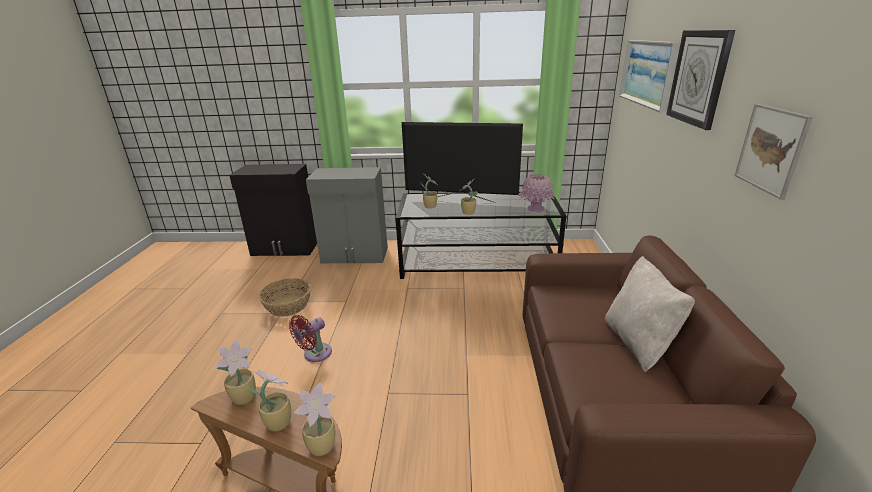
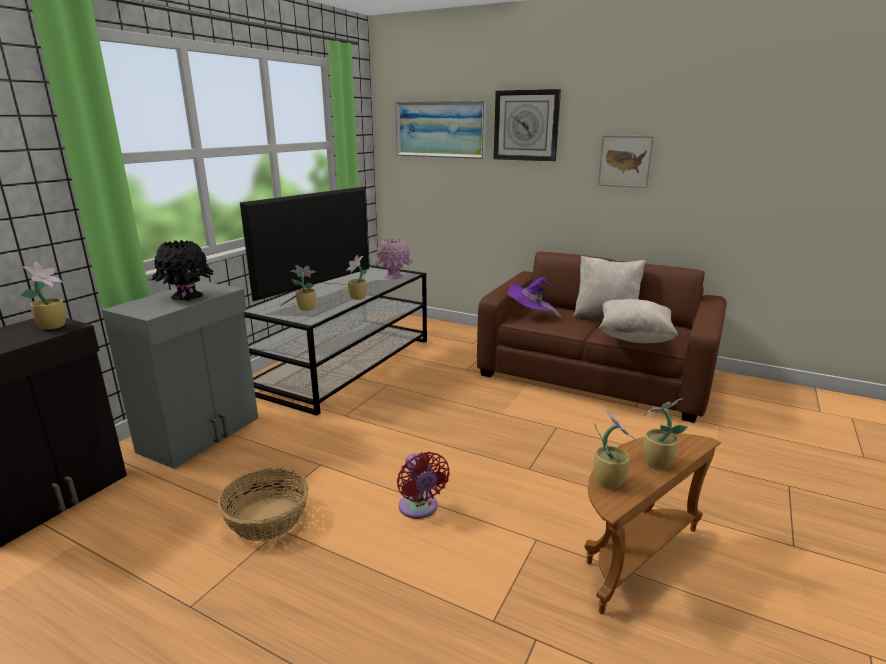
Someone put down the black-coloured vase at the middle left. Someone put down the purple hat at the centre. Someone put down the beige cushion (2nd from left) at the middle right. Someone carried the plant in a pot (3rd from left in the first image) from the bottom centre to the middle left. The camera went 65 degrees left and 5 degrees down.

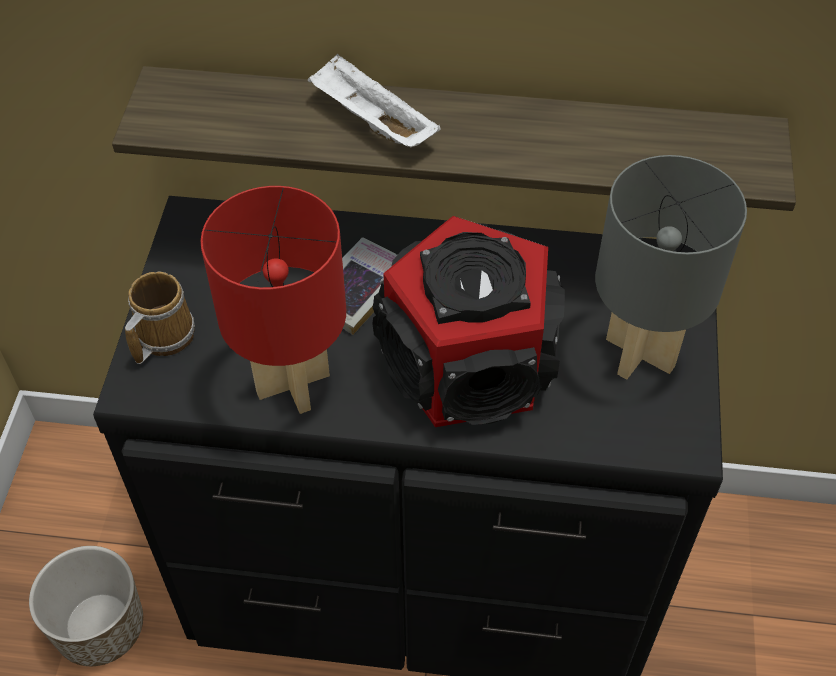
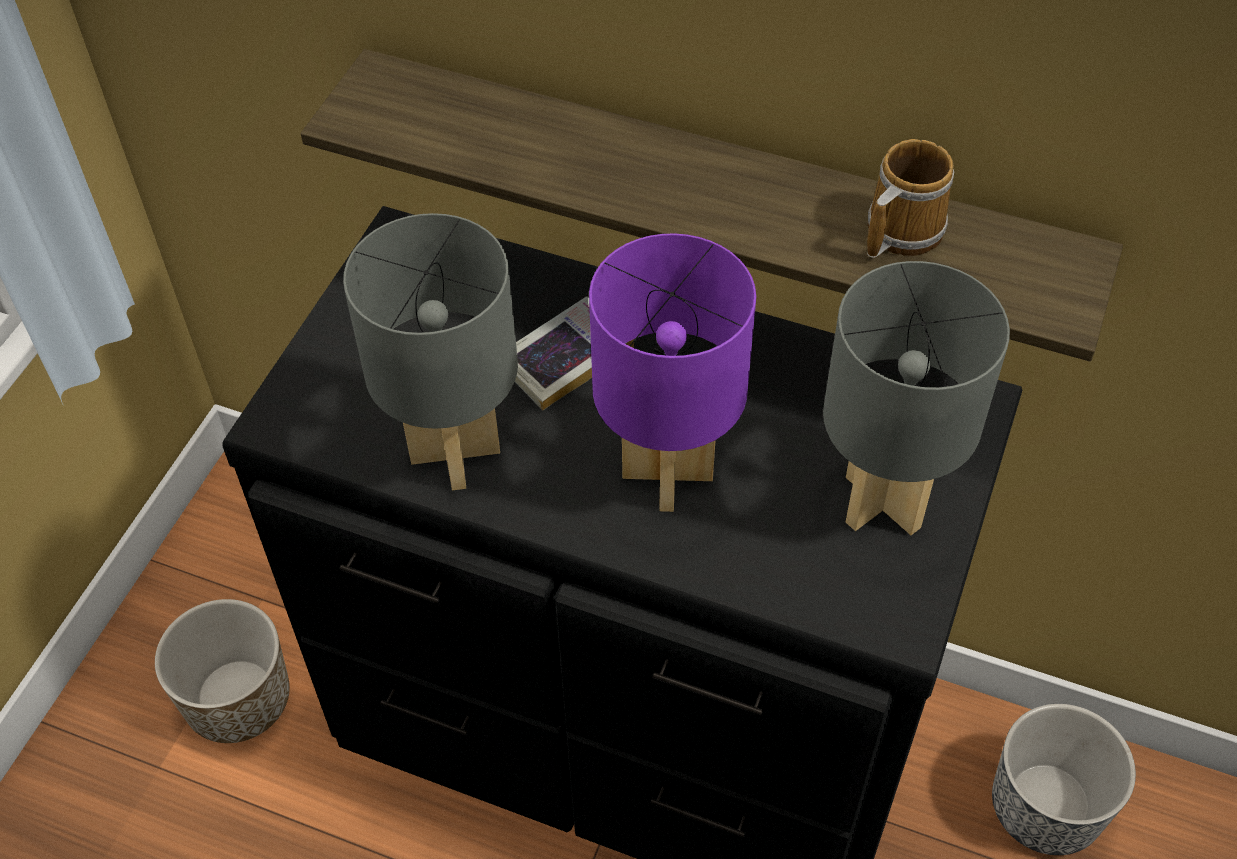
Someone took away the white-coloured tray at the top centre. Someone put down the flower pot (2nd from left) at the bottom right. Someone carried the coffee mug from the middle left to the top right. Someone swapped the speaker at the centre for the purple lamp for a table at the centre. Someone repainted the red-coloured lamp for a table at the middle left, which became the grey lamp for a table (1st from left) at the centre. The camera went 15 degrees right and 0 degrees up.

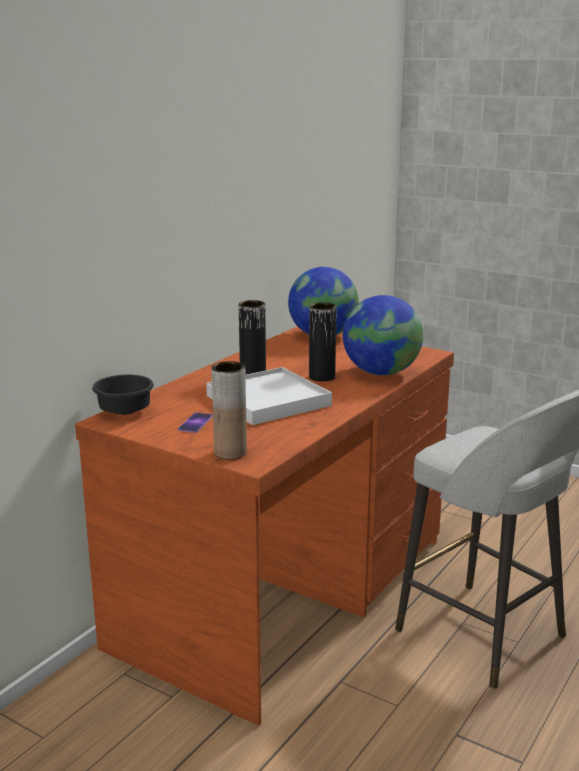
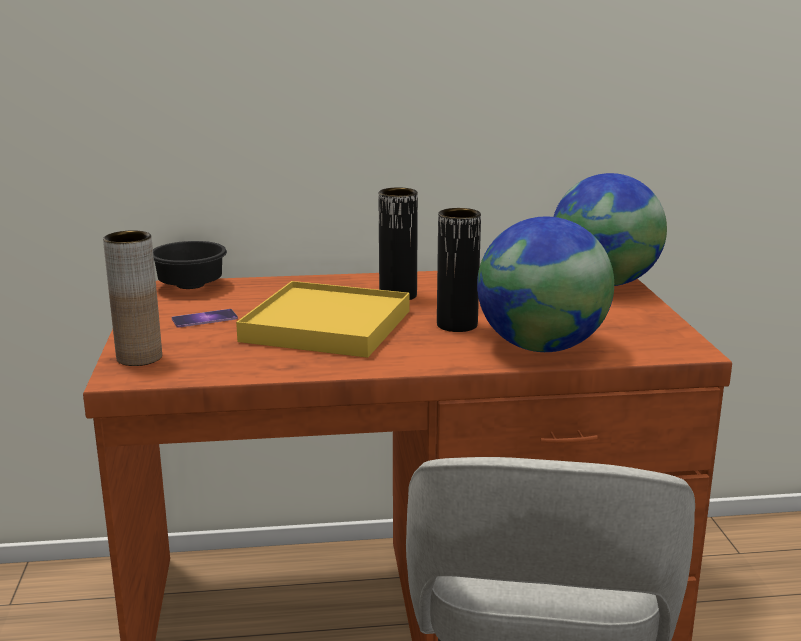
Someone repainted the white-coloured tray at the centre, which became the yellow-coloured tray at the centre. The camera went 50 degrees right and 0 degrees up.

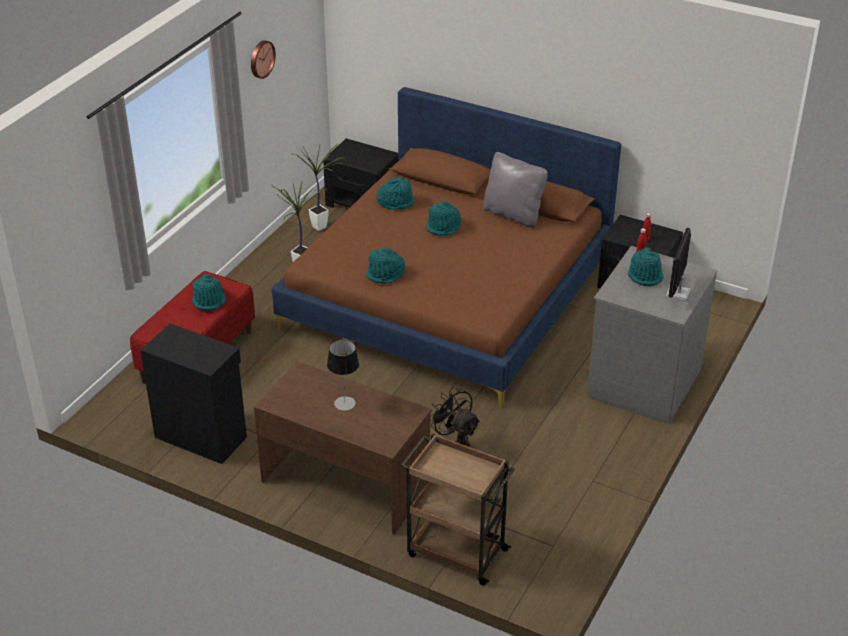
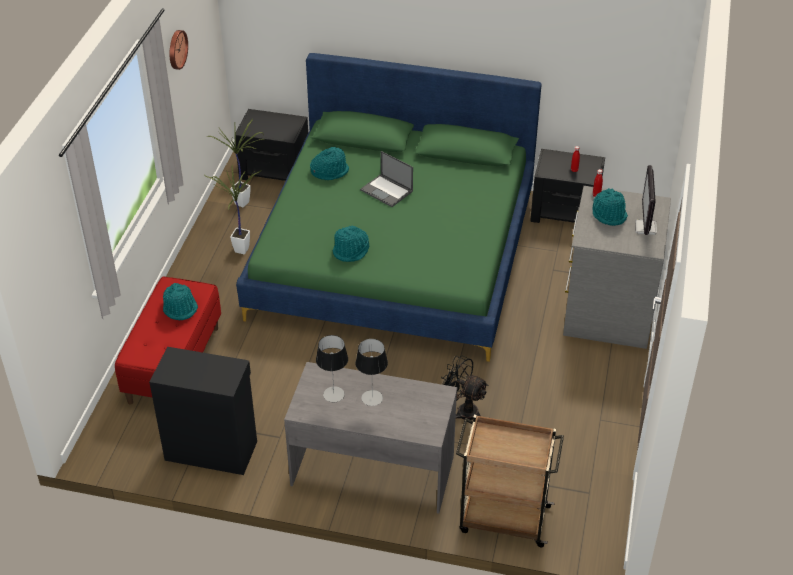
Someone took away the grey cushion at the top centre. Someone put down the lamp for a table (1st from left) at the centre. Someone swapped the blue-green hat (4th from left) at the centre for the portable computer at the top centre. Someone repainted the brown-coloured desk at the bottom centre, which became the grey desk at the bottom centre. Someone repainted the brown-coloured sleeping bed at the centre, which became the green-coloured sleeping bed at the centre. The camera went 15 degrees left and 5 degrees up.

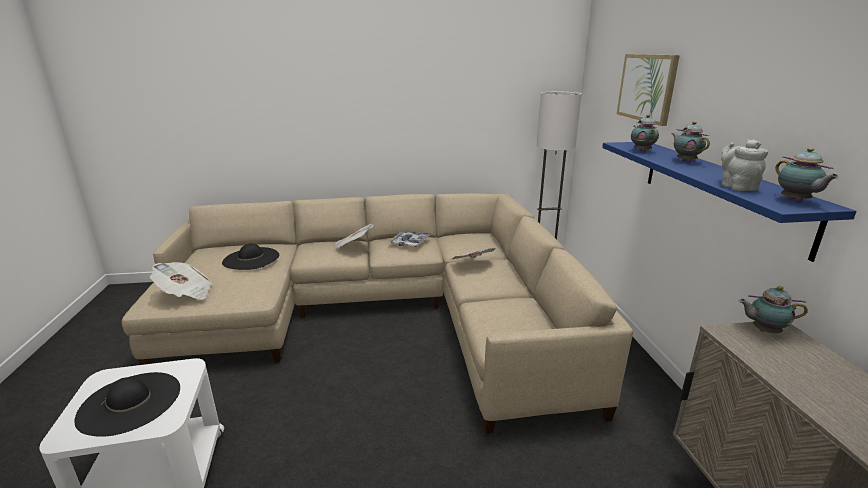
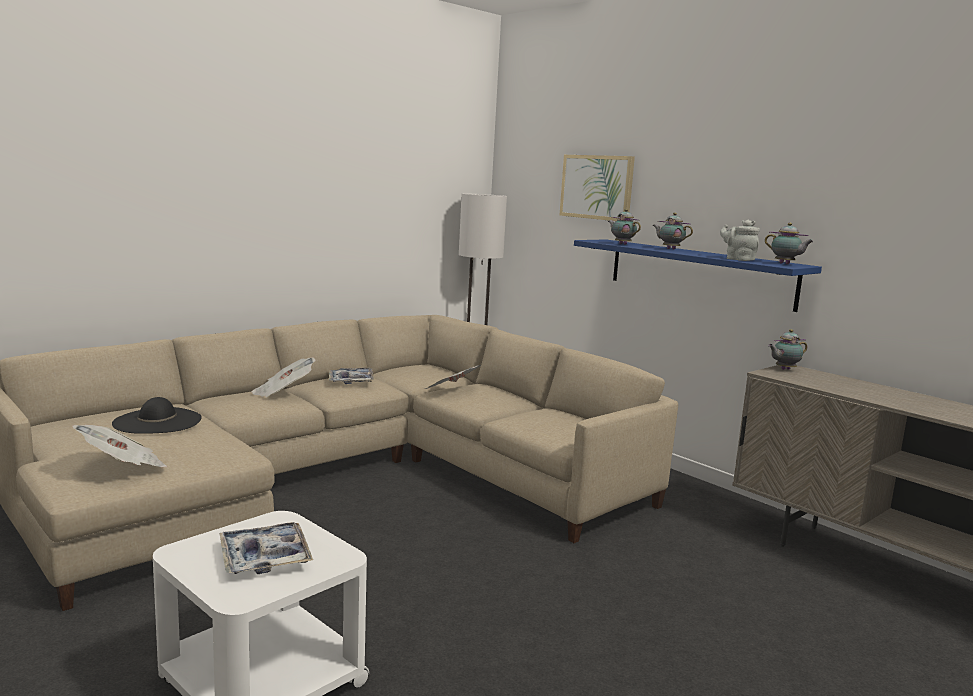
Someone swapped the black-coloured hat (1st from left) at the bottom left for the tray (1st from left) at the bottom left. The camera went 35 degrees left and 10 degrees down.

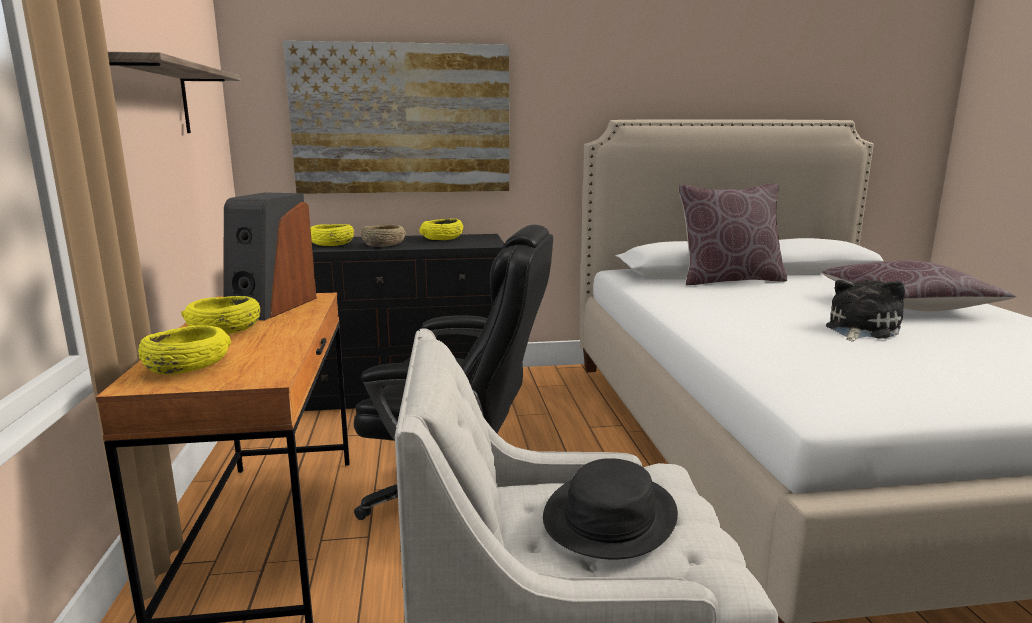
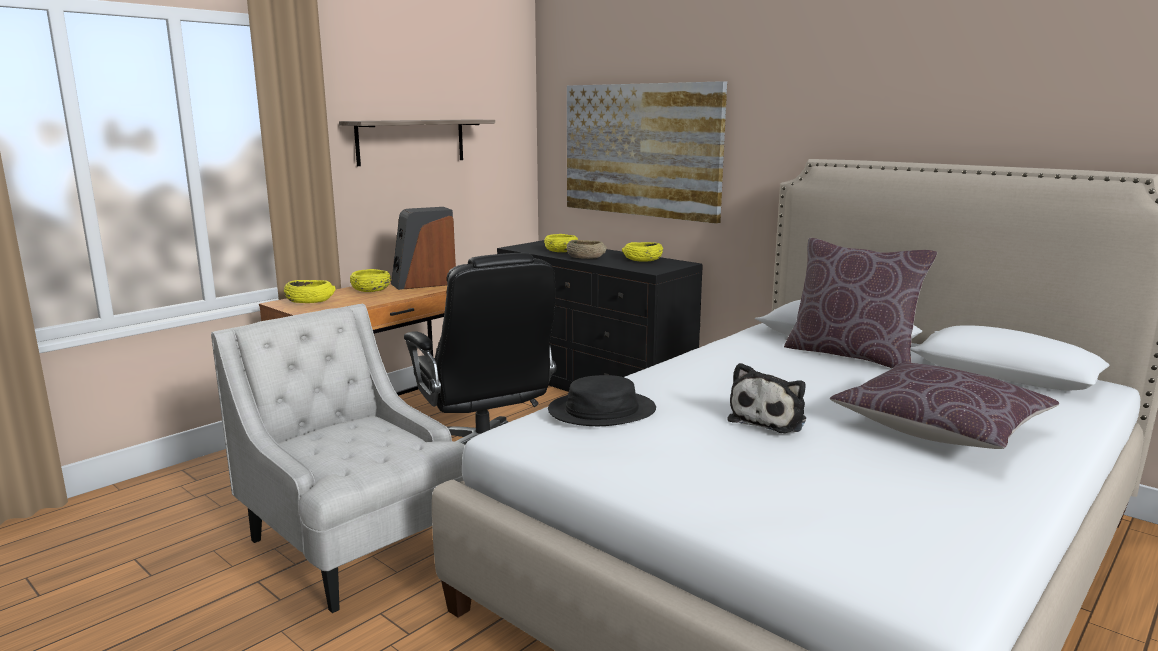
Someone carried the black-coloured hat from the bottom centre to the centre. Someone rotated the soft toy at the middle right by 120 degrees clockwise. The camera went 50 degrees right and 0 degrees up.

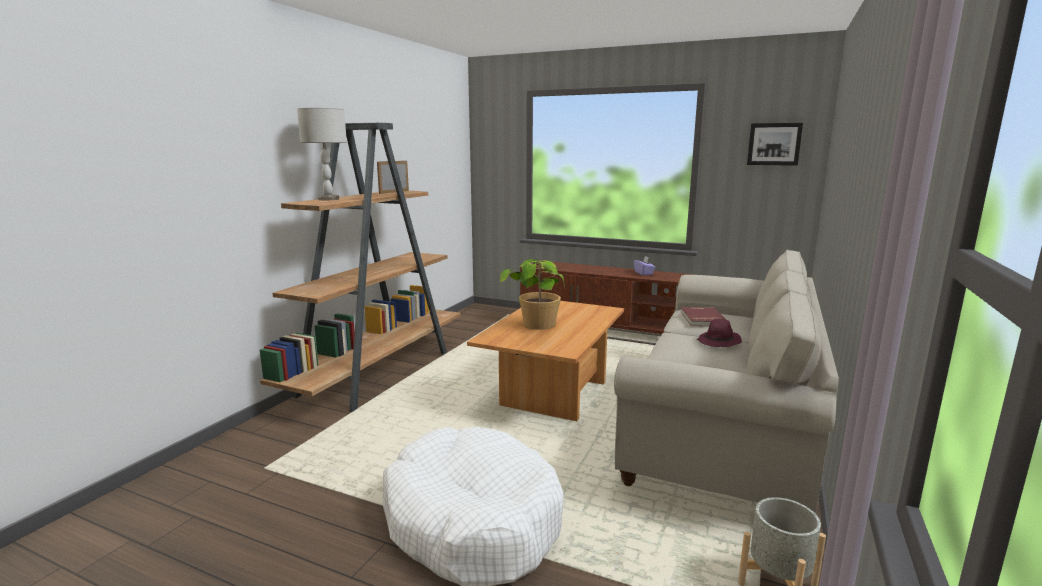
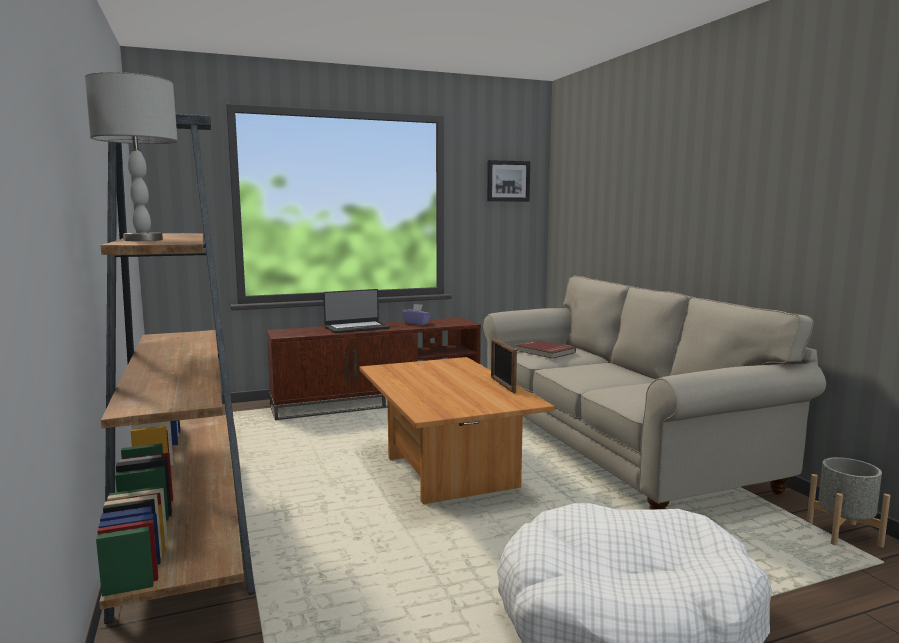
Someone took away the plant in a pot at the centre. Someone took away the purple hat at the middle right. Someone put down the portable computer at the centre. Someone carried the standing frame from the top centre to the centre. The camera went 45 degrees left and 5 degrees down.

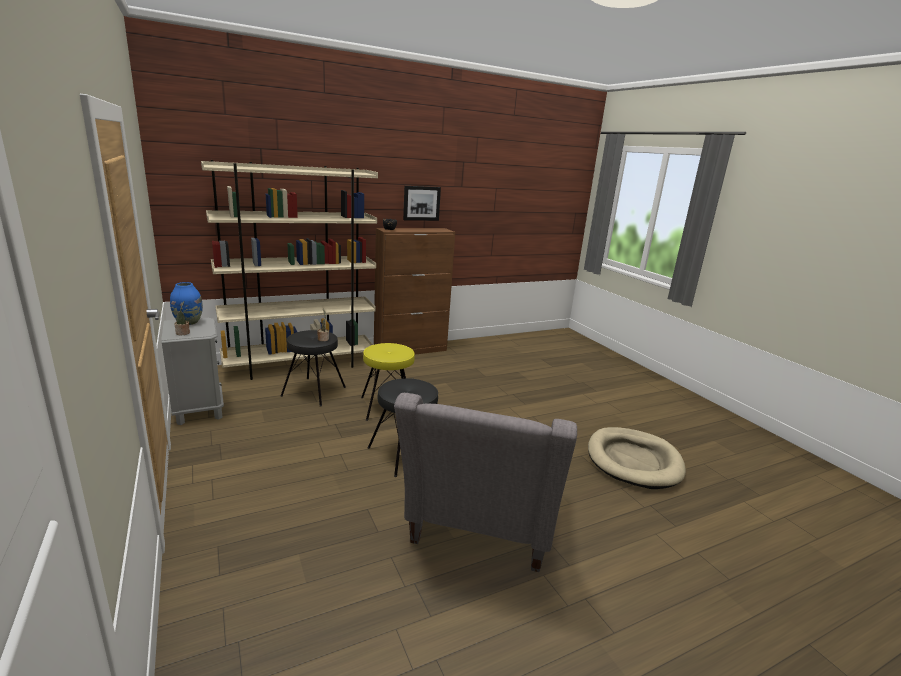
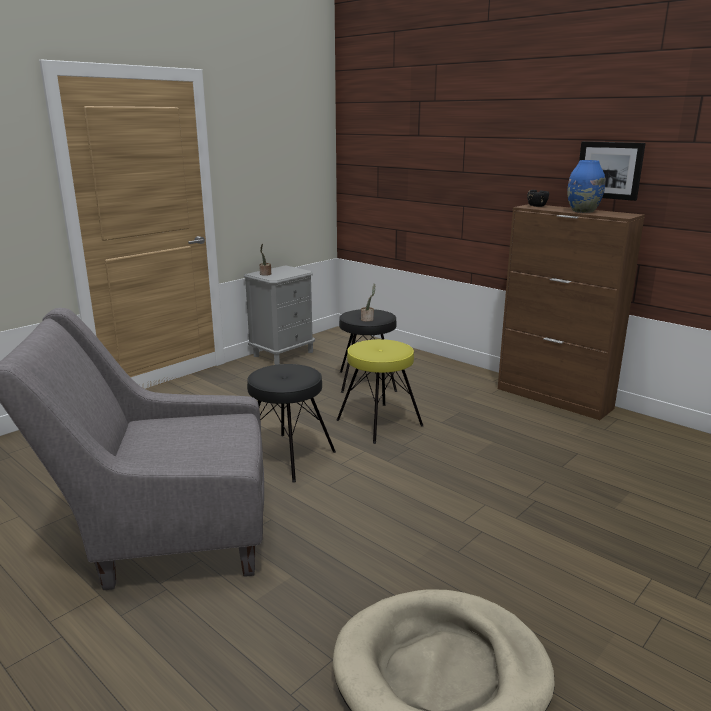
Someone took away the beige bookcase at the middle left. Someone carried the bluish vase from the middle left to the top right. The camera went 70 degrees right and 0 degrees up.

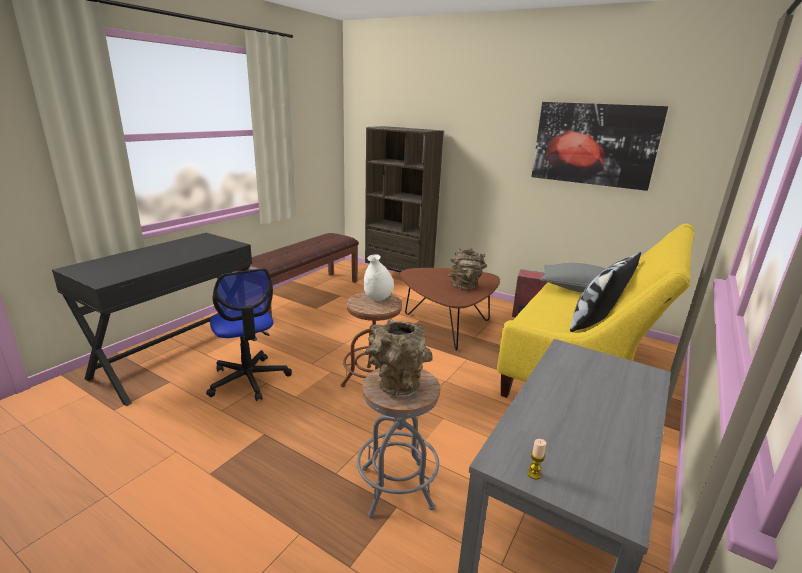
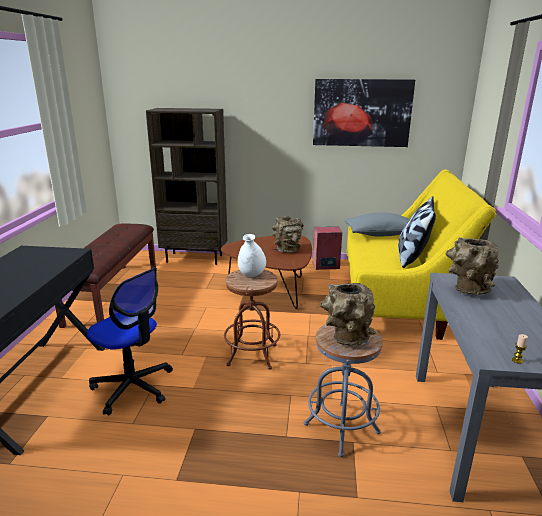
Someone put down the brown-coloured vase (3rd from left) at the middle right. The camera went 25 degrees left and 0 degrees up.

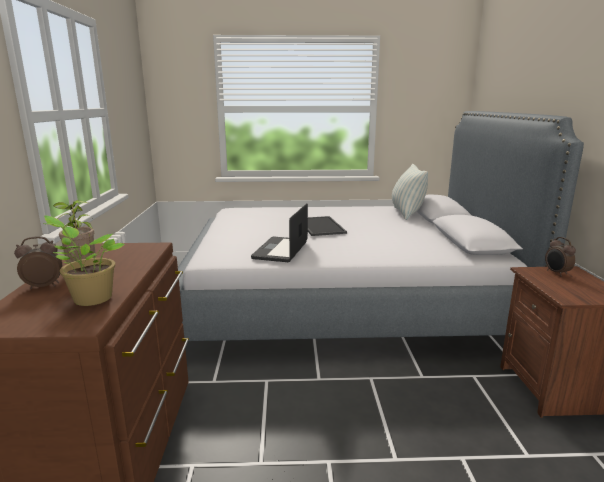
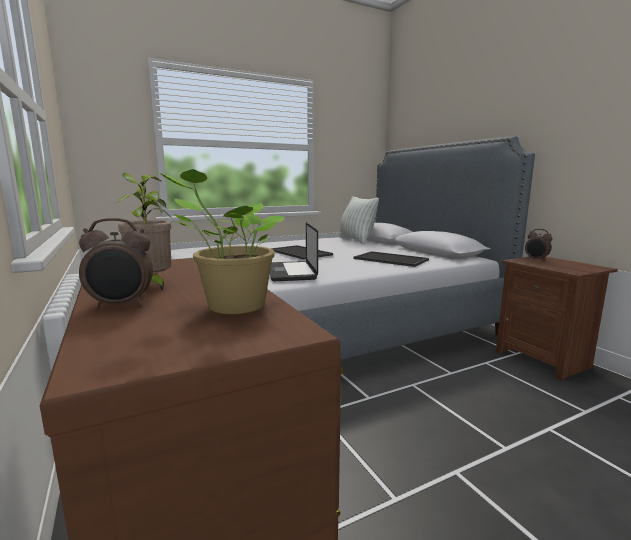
Someone put down the tray (2nd from left) at the centre. Someone rotated the table clock (1st from left) at the middle left by 150 degrees counterclockwise. The camera went 25 degrees left and 5 degrees down.

